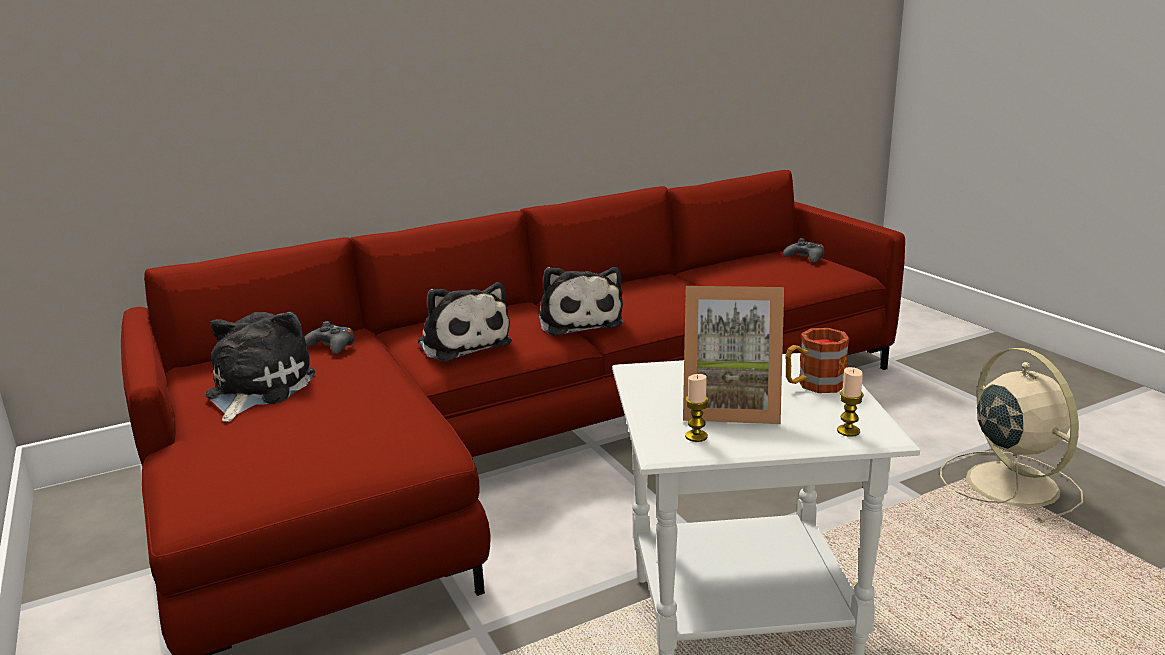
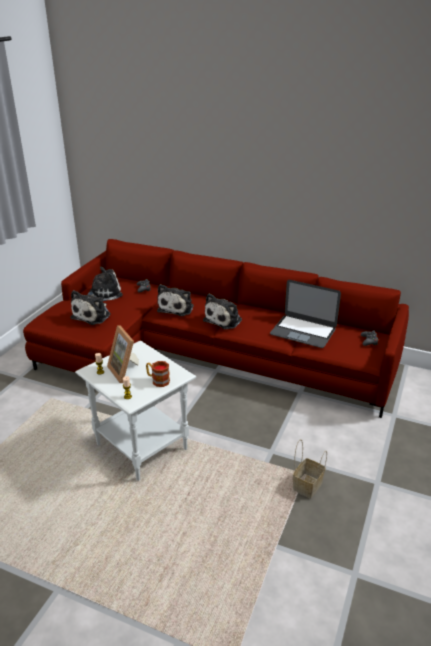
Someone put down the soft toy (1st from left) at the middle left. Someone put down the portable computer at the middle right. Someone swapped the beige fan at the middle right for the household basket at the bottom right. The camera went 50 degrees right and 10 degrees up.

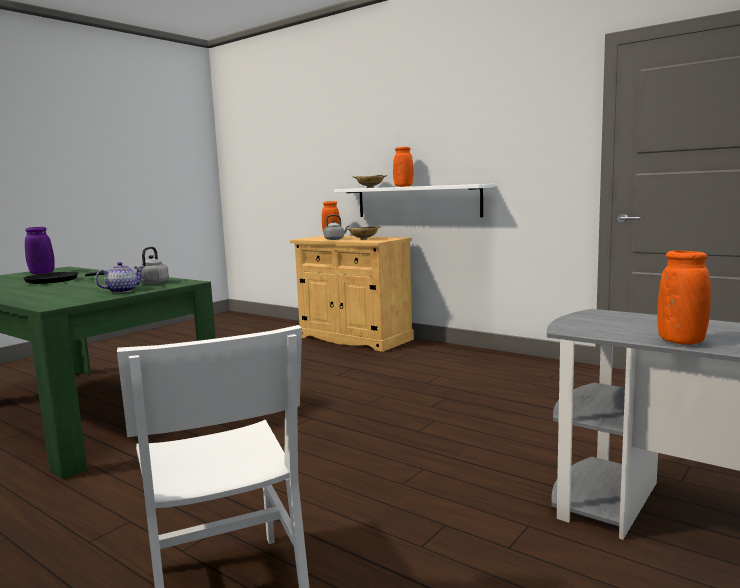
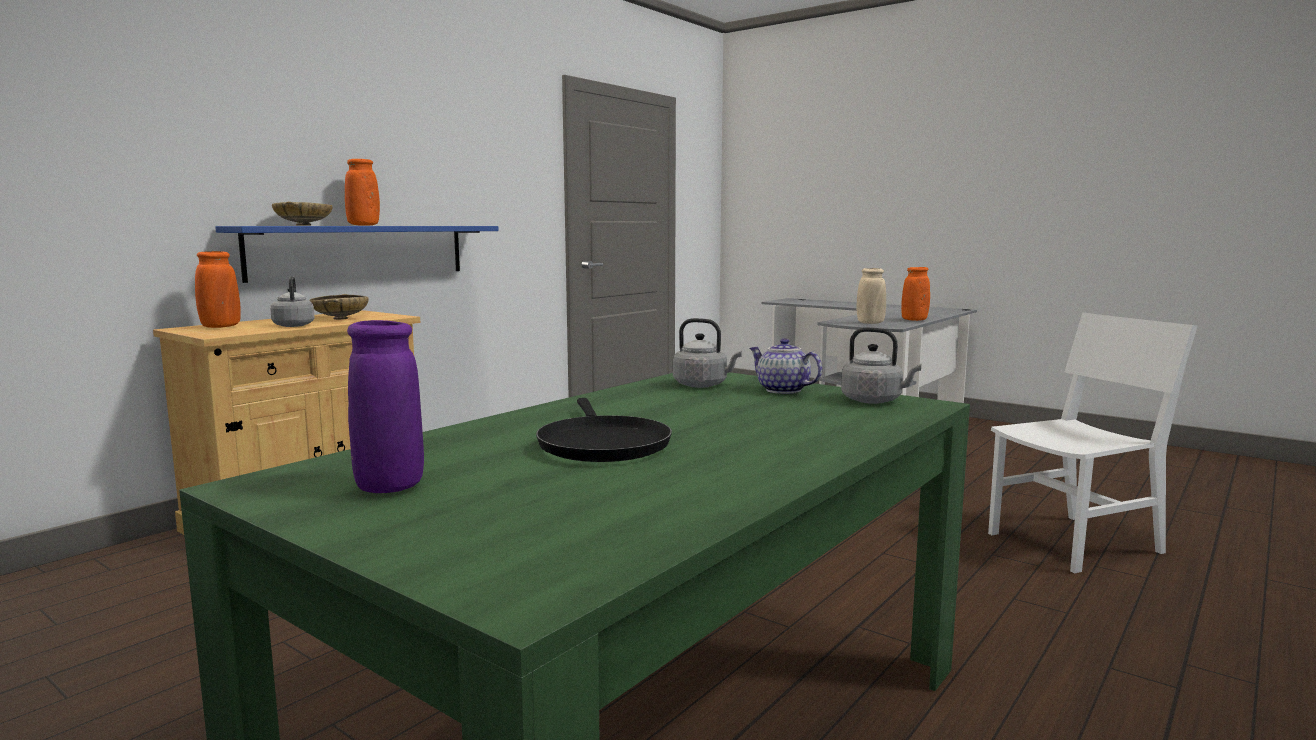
Someone put down the grey water kettle (3rd from left) at the middle right. Someone put down the beige vase at the centre. Someone repainted the white-coloured shelf at the centre, which became the bluish shelf at the middle left. The camera went 90 degrees left and 0 degrees up.

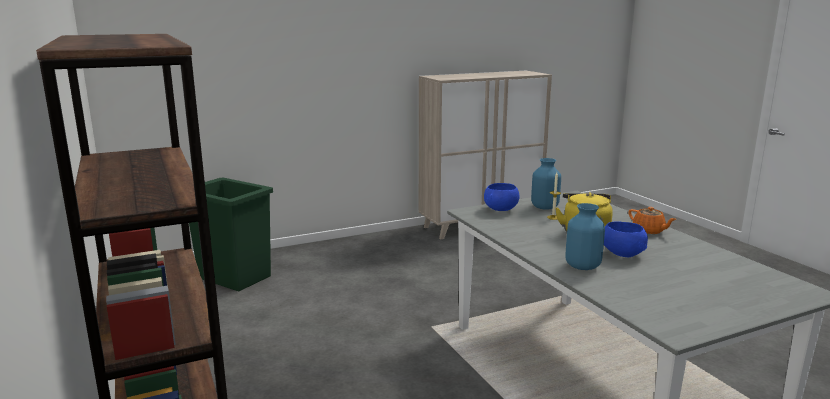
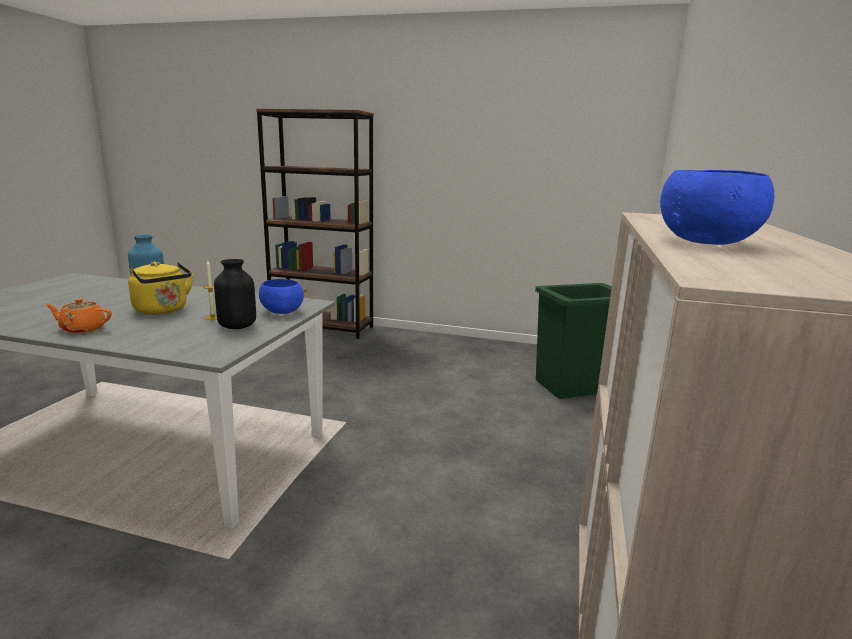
Someone carried the bluish deep dish (2nd from left) from the middle right to the top right. Someone repainted the bluish vase (1st from left) at the centre, which became the black-coloured vase at the middle left. The camera went 130 degrees right and 0 degrees up.

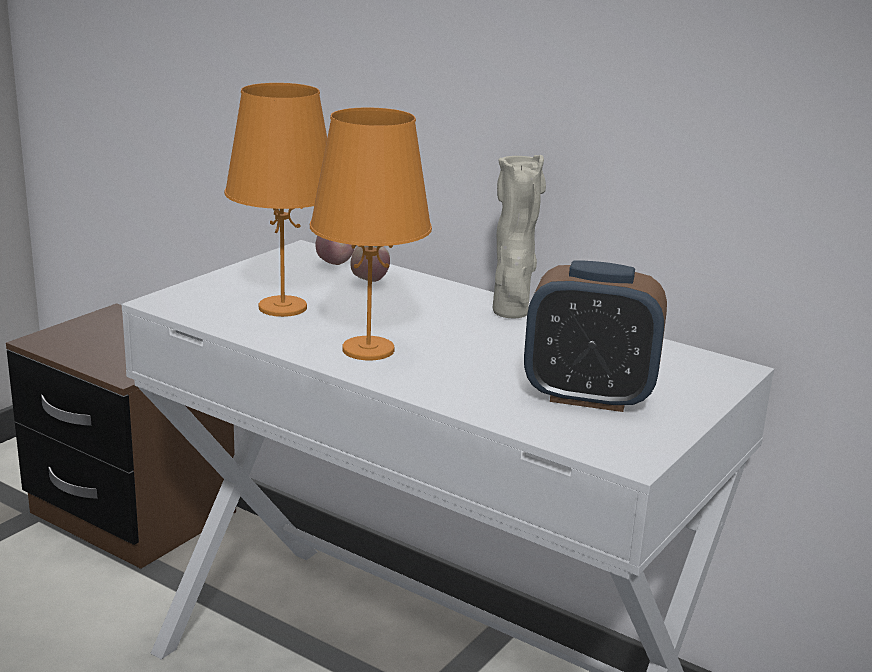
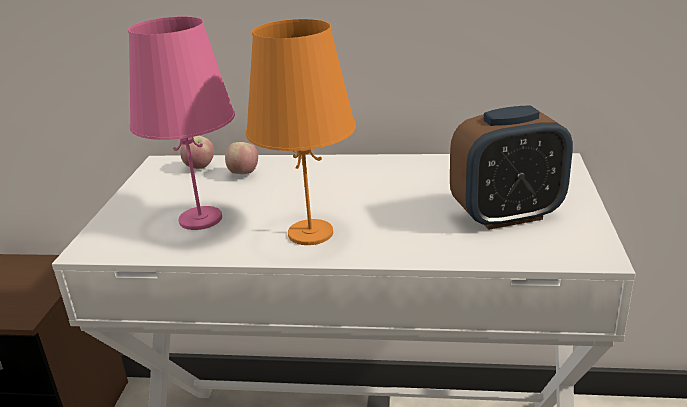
Someone took away the beige vase at the centre. Someone repainted the orange lamp for a table (1st from left) at the top left, which became the pinkish lamp for a table at the top left. The camera went 25 degrees left and 5 degrees up.

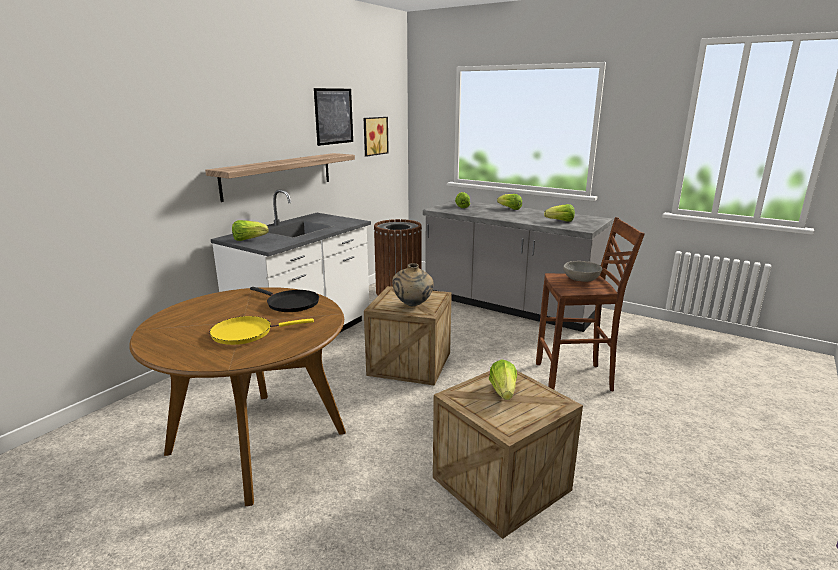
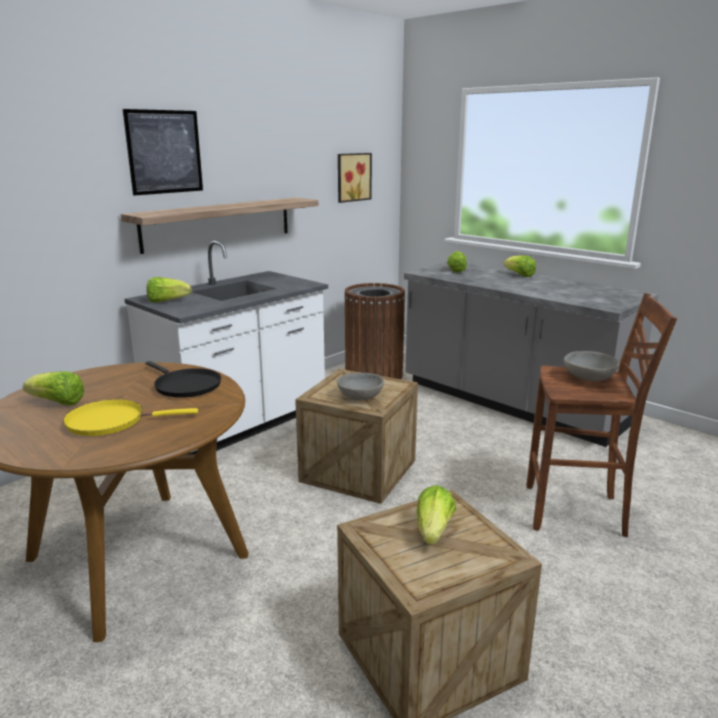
Someone carried the wall picture (1st from left) from the top centre to the top left. Someone carried the lettuce (5th from left in the first image) from the middle right to the middle left. Someone swapped the beige vase at the centre for the grey deep dish (1st from left) at the centre. The camera went 10 degrees right and 0 degrees up.

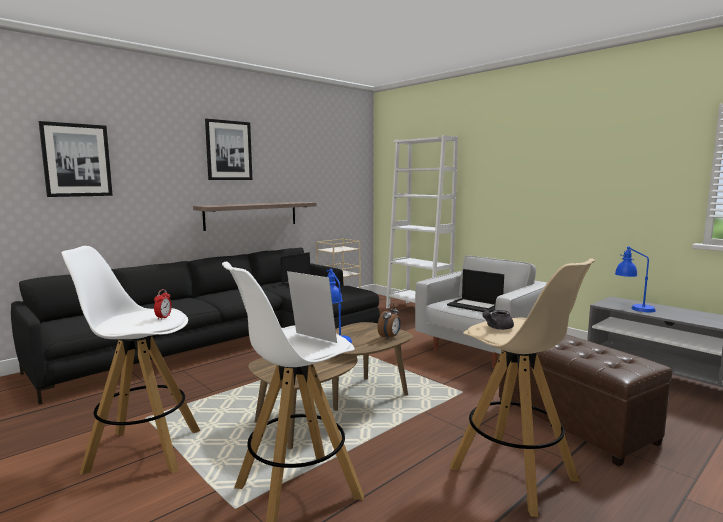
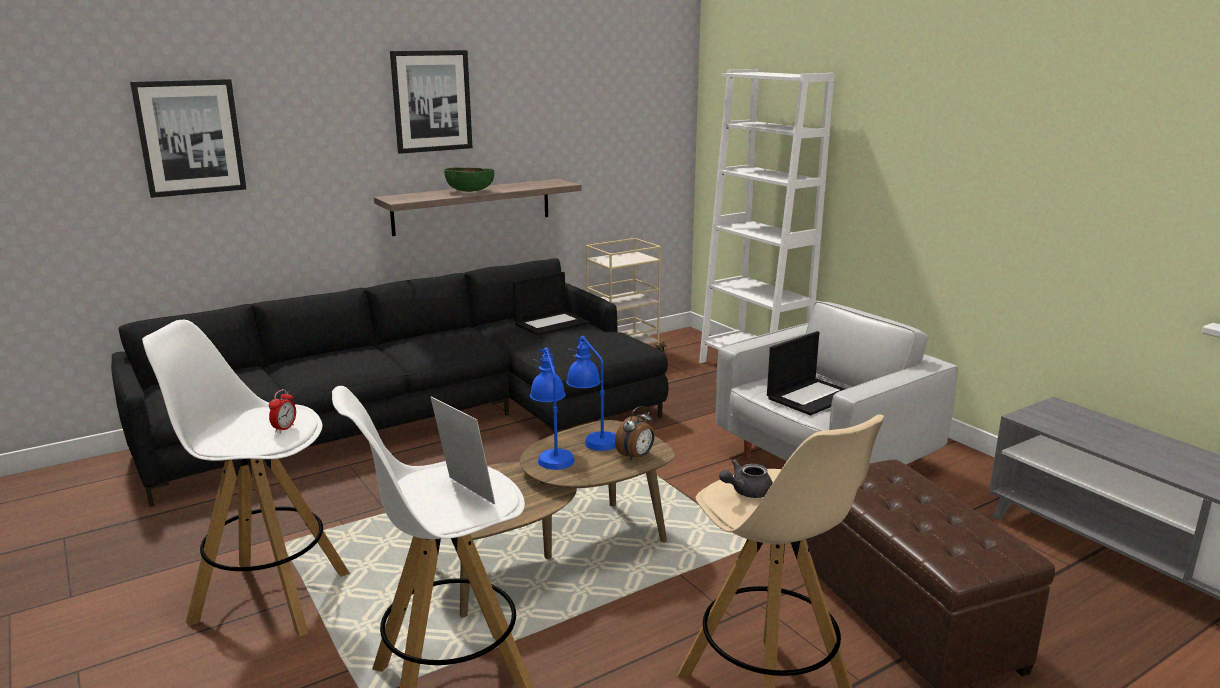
Someone put down the green-coloured deep dish at the top centre. Someone carried the bluish lamp for a table (2nd from left) from the middle right to the centre. Someone rotated the portable computer (2nd from left) at the centre by 90 degrees counterclockwise. The camera went 10 degrees right and 10 degrees up.

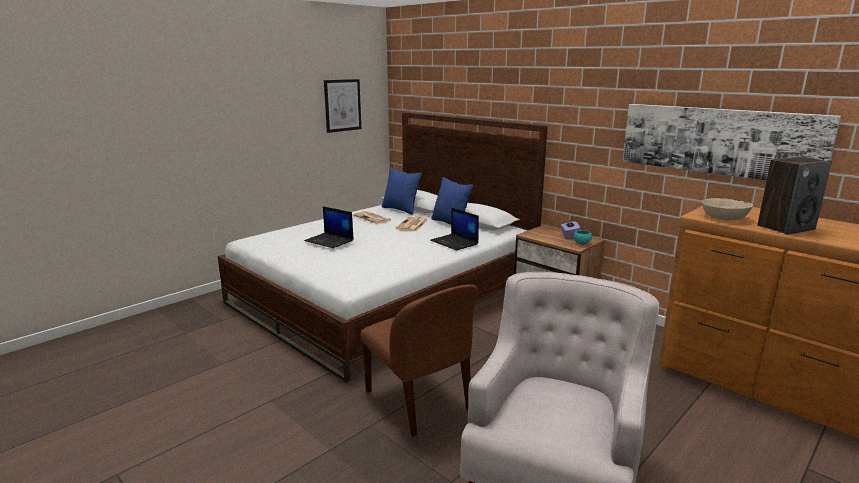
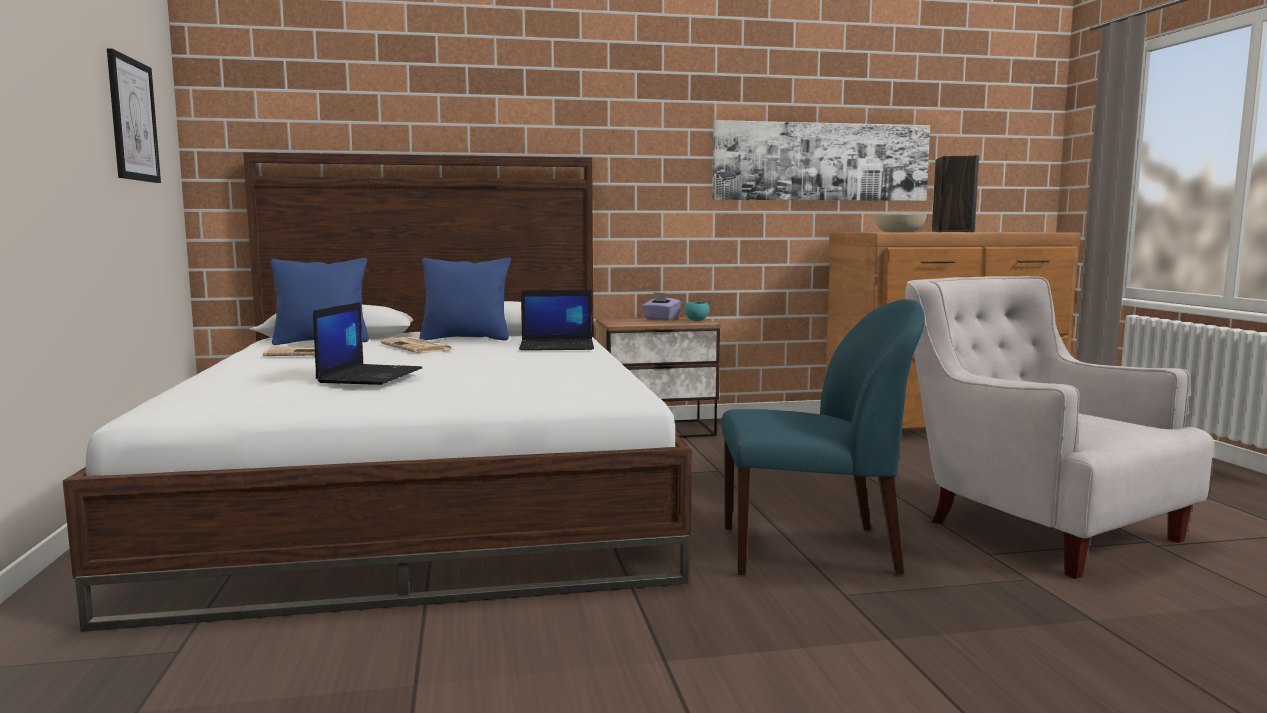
Someone repainted the brown-coloured chair at the bottom centre, which became the bluish chair at the centre. Someone rotated the portable computer (1st from left) at the centre by 60 degrees counterclockwise. The camera went 55 degrees left and 10 degrees down.

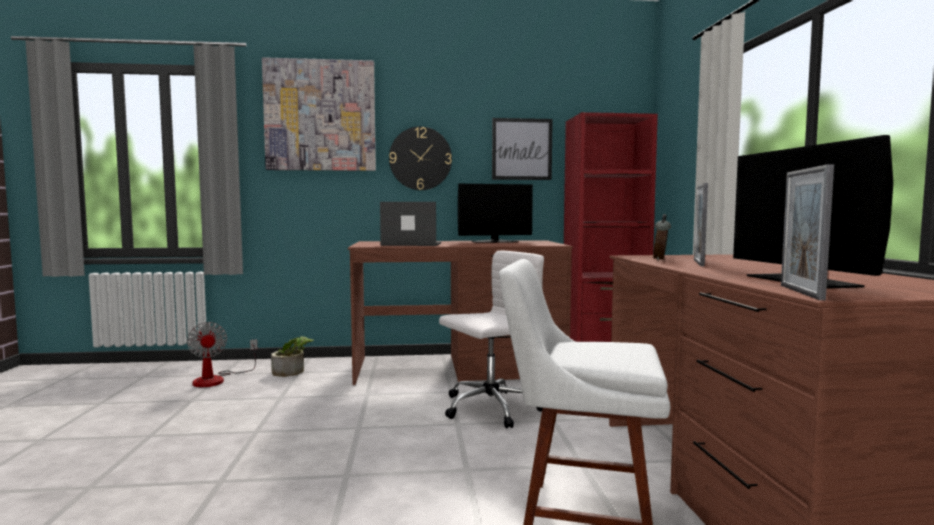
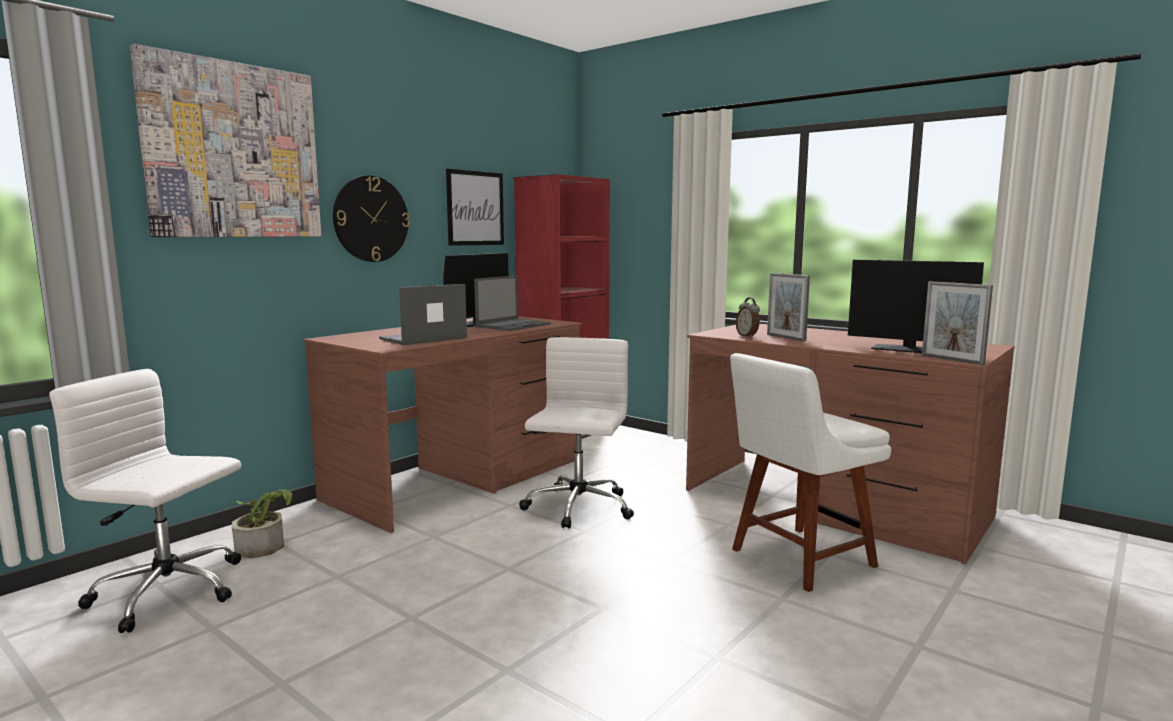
Someone put down the portable computer (2nd from left) at the centre. Someone swapped the fan at the bottom left for the white-coloured office chair (1st from left) at the bottom left. The camera went 45 degrees left and 5 degrees up.

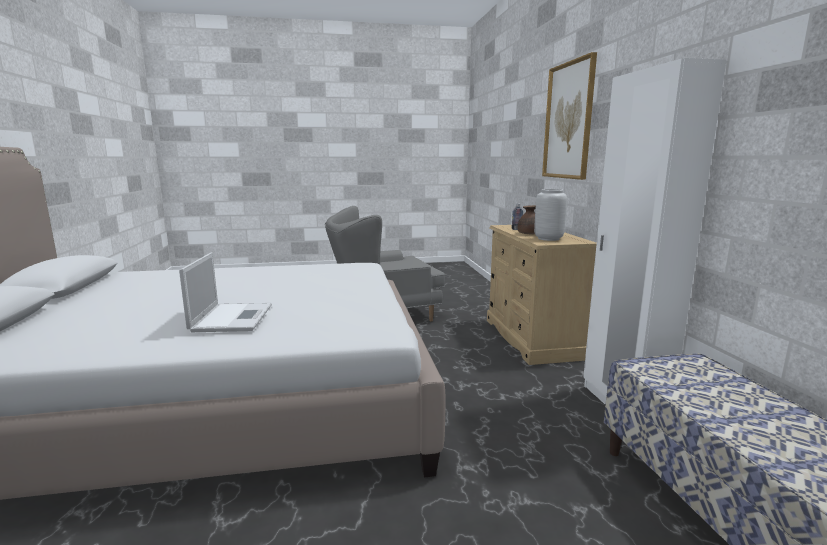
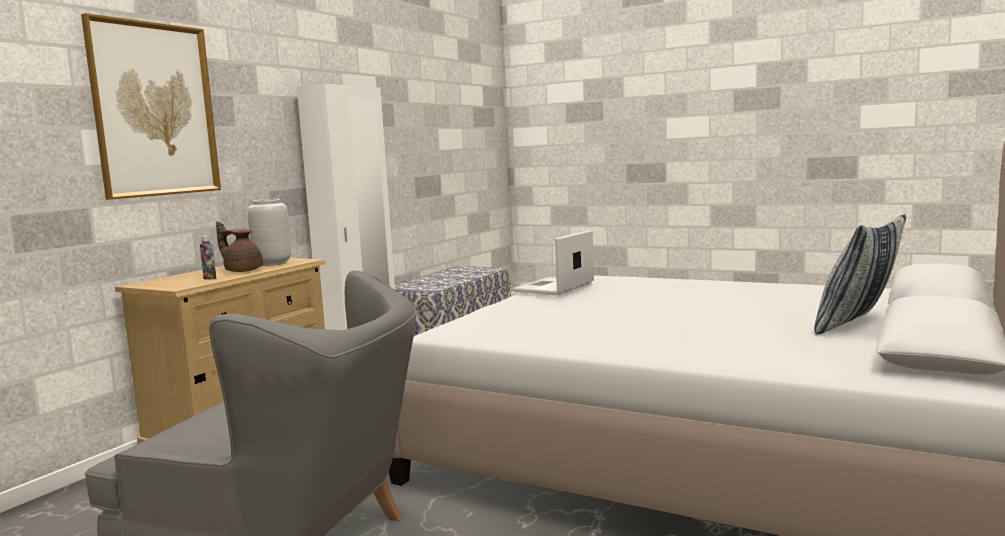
Someone put down the cushion at the middle right. Someone carried the portable computer from the middle left to the centre. The camera went 140 degrees left and 5 degrees down.

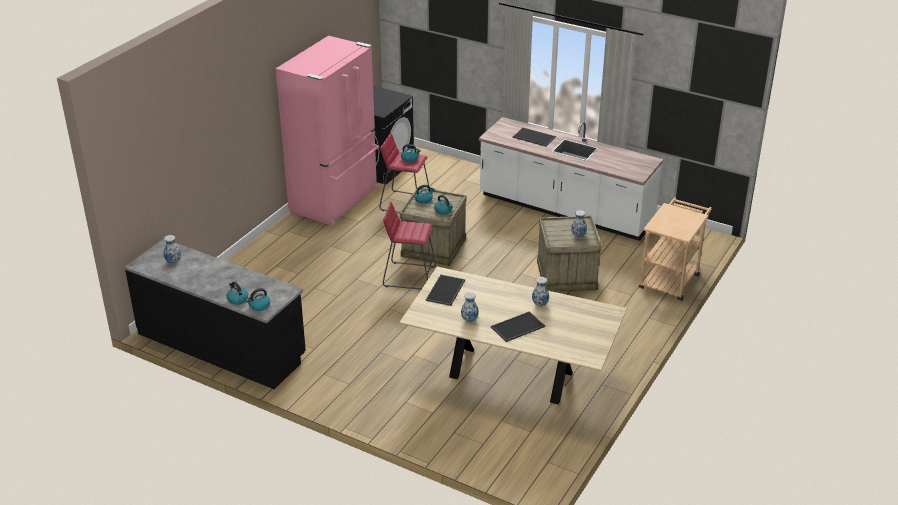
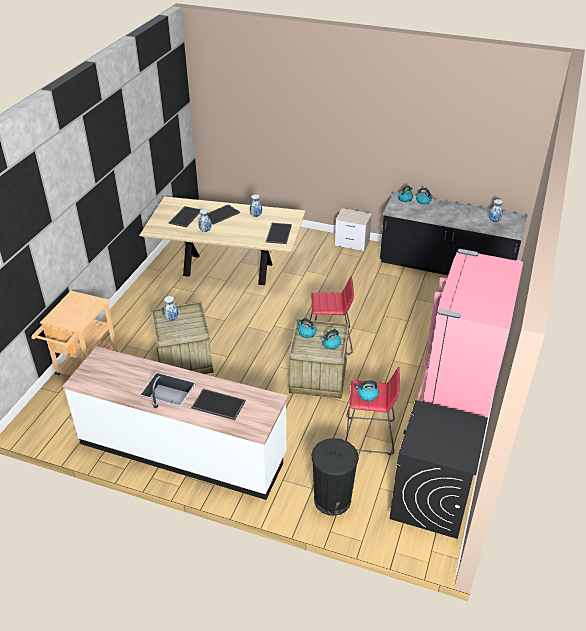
Someone put down the tray (1st from left) at the middle left. Someone put down the black-coloured trash can at the bottom centre. Someone put down the night table at the centre. The camera went 170 degrees right and 5 degrees up.

